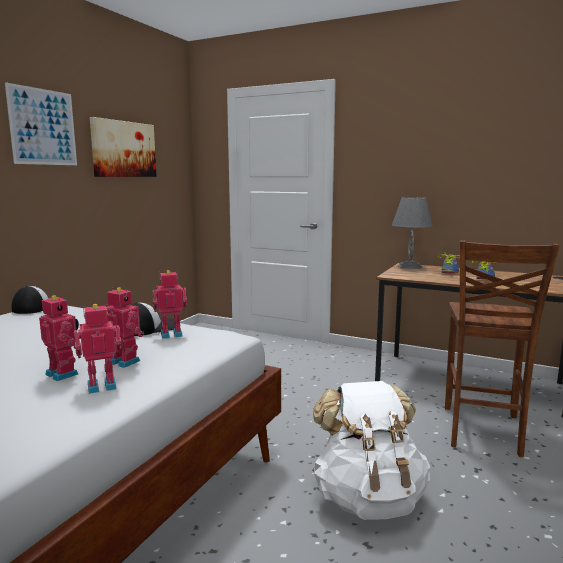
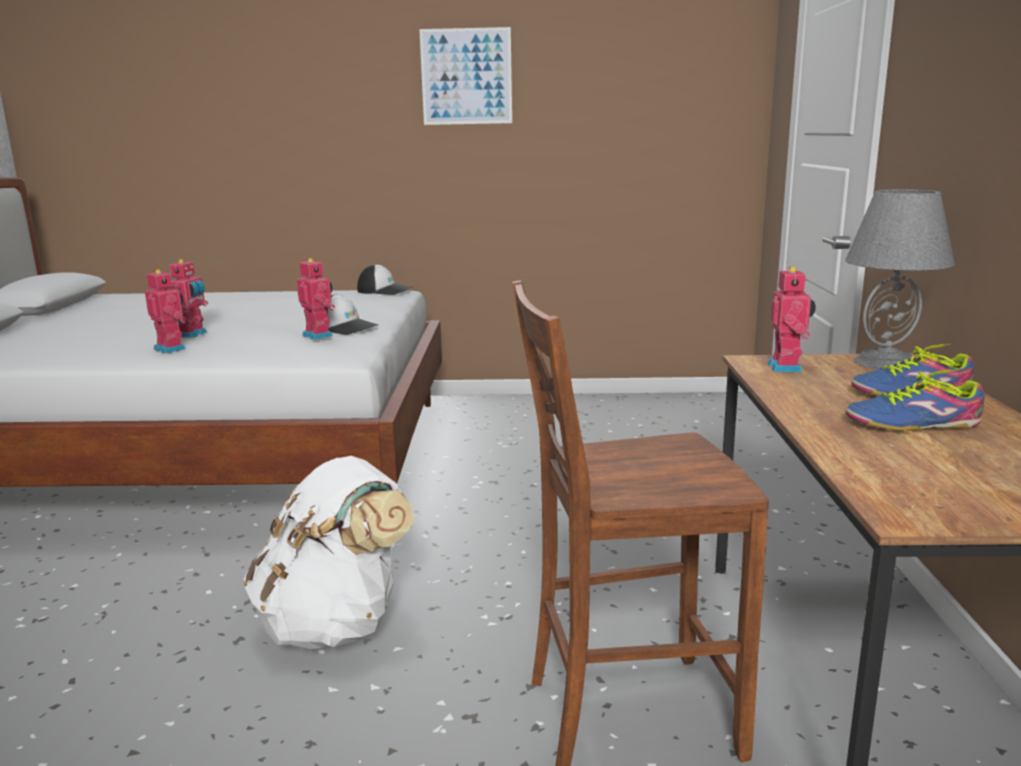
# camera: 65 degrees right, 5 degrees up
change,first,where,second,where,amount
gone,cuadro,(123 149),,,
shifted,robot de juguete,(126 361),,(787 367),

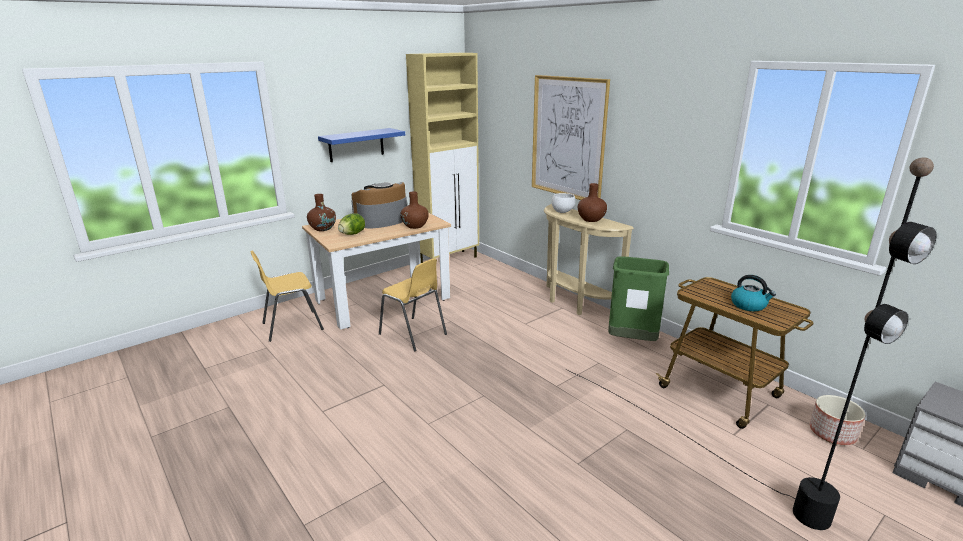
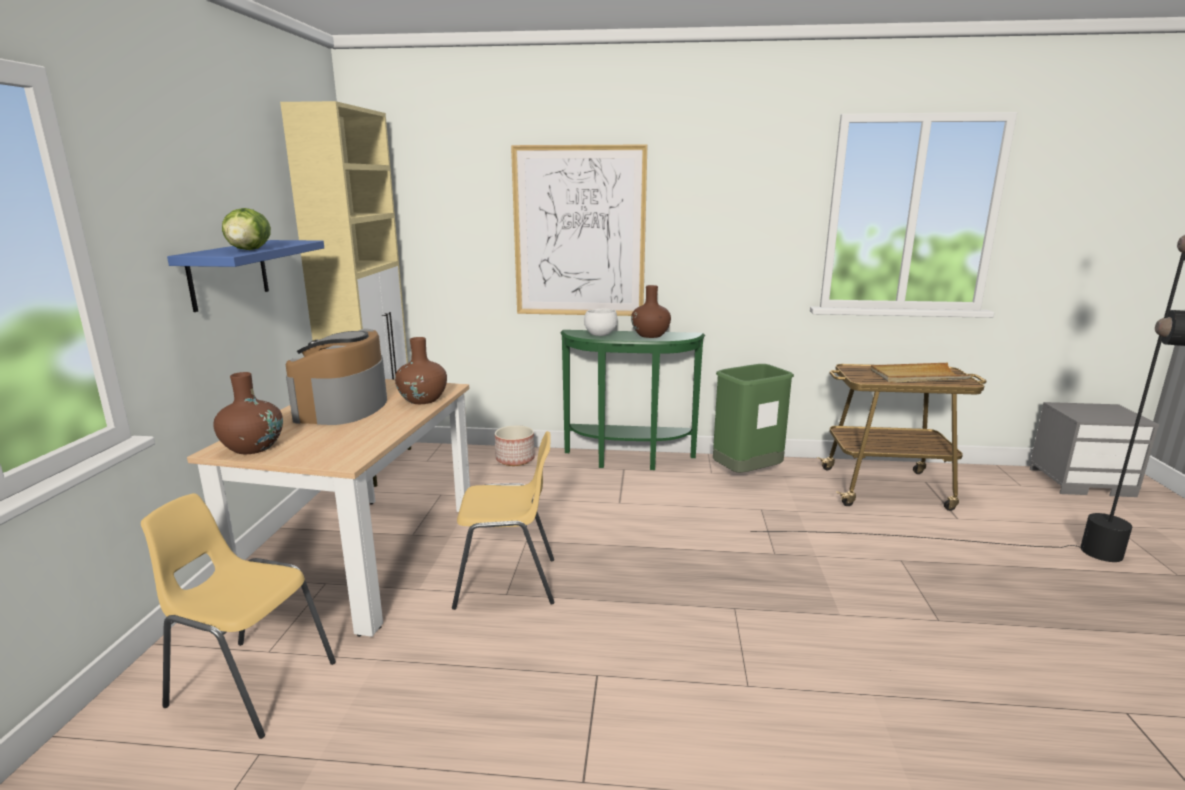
# camera: 45 degrees left, 5 degrees down
change,first,where,second,where,amount
rotated,silla (amarillo),(291 326),,(251 684),90 degrees clockwise
shifted,lechuga,(352 234),,(249 250),
repainted,mesa consola (beis),(574 304),mesa consola (verde),(629 460),
swapped,hervidor,(749 305),bandeja (beis),(918 376),
shifted,maceta,(831 433),,(515 460),

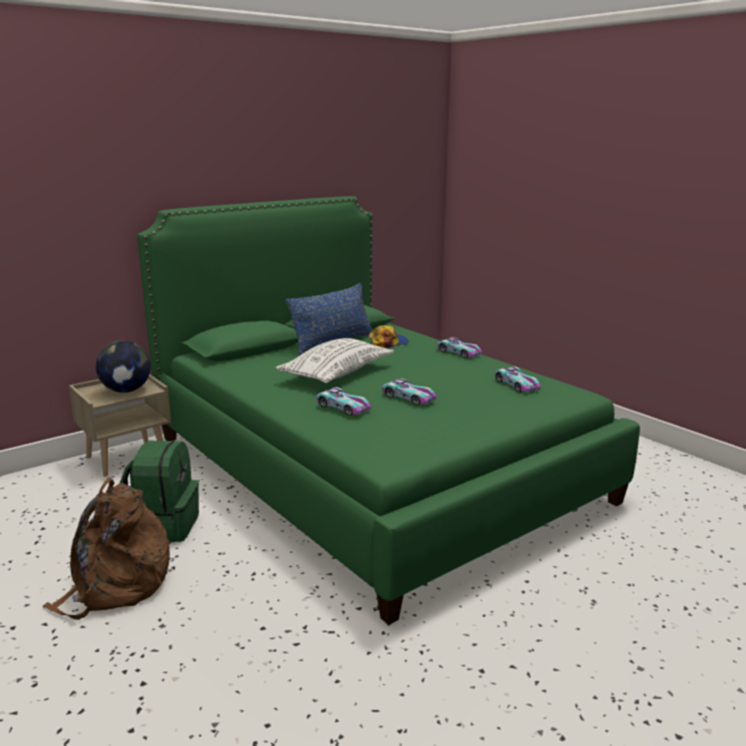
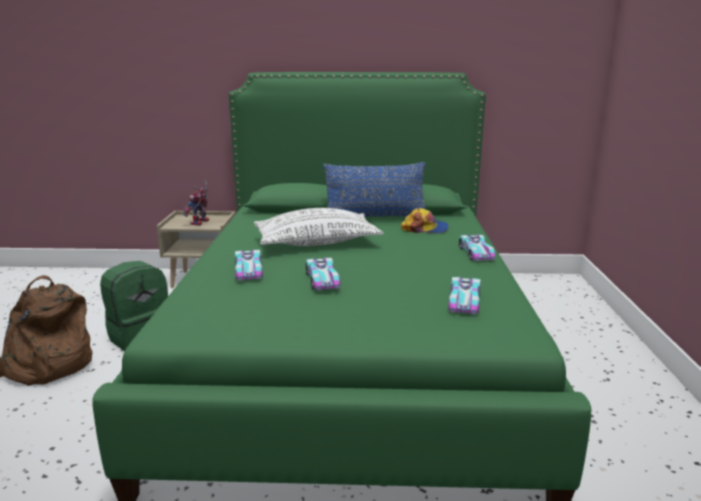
# camera: 40 degrees right, 0 degrees up
change,first,where,second,where,amount
swapped,globo terráqueo,(126 390),robot de juguete,(200 223),

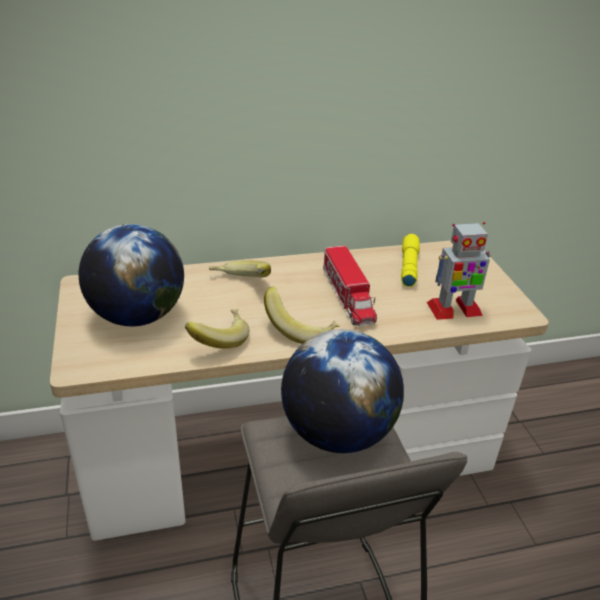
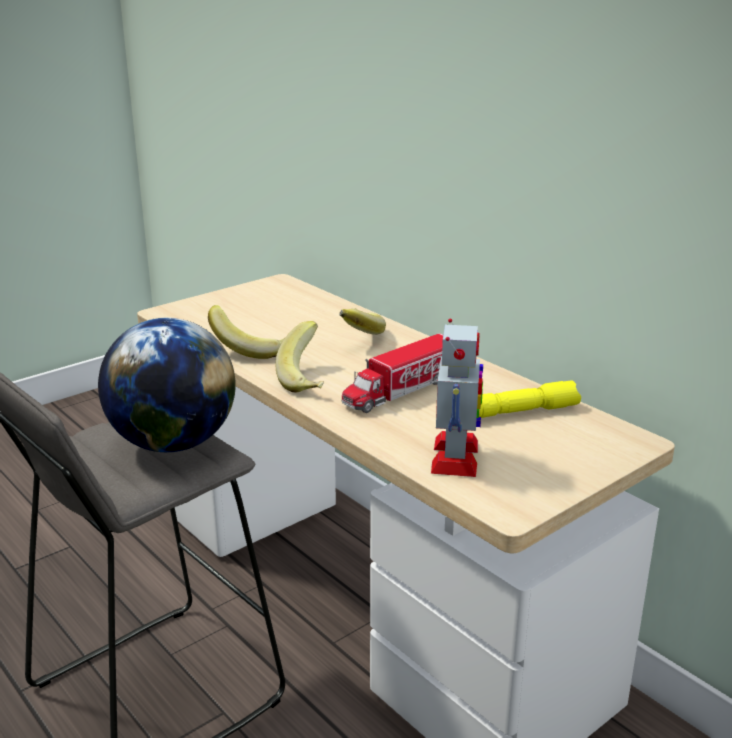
# camera: 65 degrees right, 10 degrees down
change,first,where,second,where,amount
gone,globo terráqueo,(137 316),,,
rotated,robot de juguete,(453 309),,(455 457),135 degrees counterclockwise

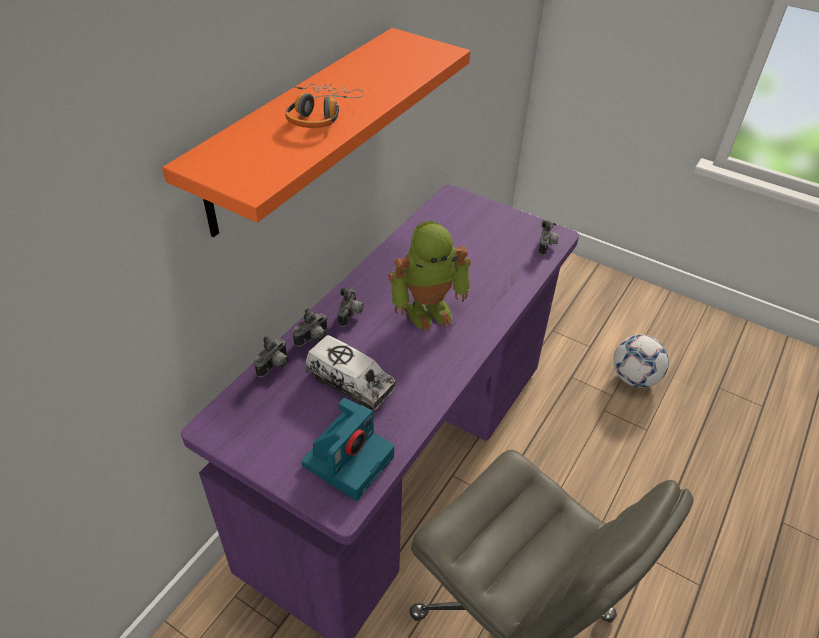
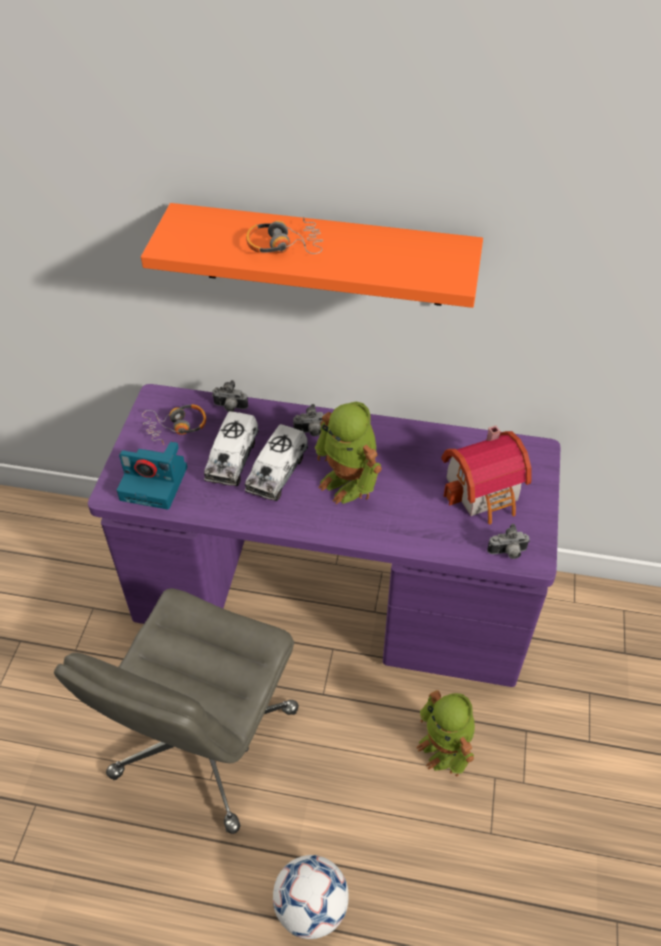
# camera: 70 degrees right, 5 degrees up
change,first,where,second,where,amount
gone,cámara,(313 339),,,
shifted,balón de fútbol,(634 378),,(311 906),
new,,,auriculares,(176 427),
new,,,camión de juguete,(277 472),
new,,,robot de juguete,(444 748),
new,,,casita,(485 492),

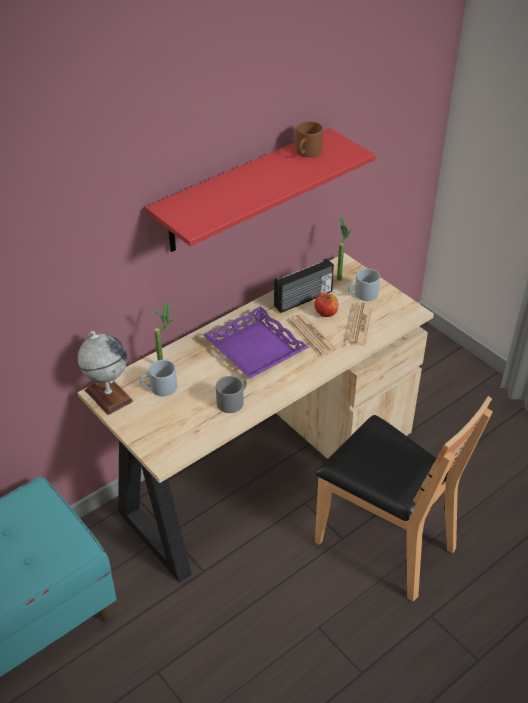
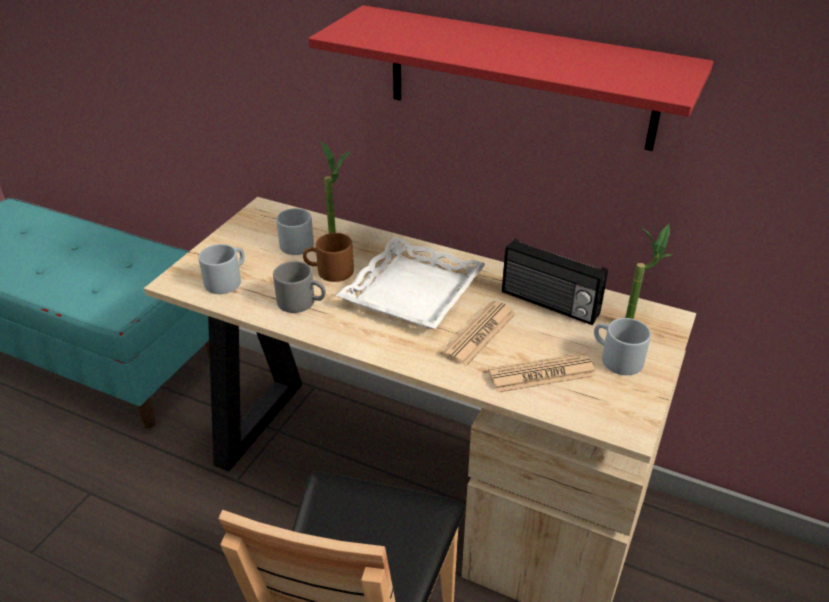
# camera: 65 degrees right, 5 degrees down
change,first,where,second,where,amount
gone,globo terráqueo,(108 395),,,
repainted,bandeja (morado),(256 348),bandeja (blanco),(413 292),
shifted,taza grande (marrón),(307 153),,(329 272),
gone,manzana,(326 313),,,
new,,,taza grande (gris),(227 279),

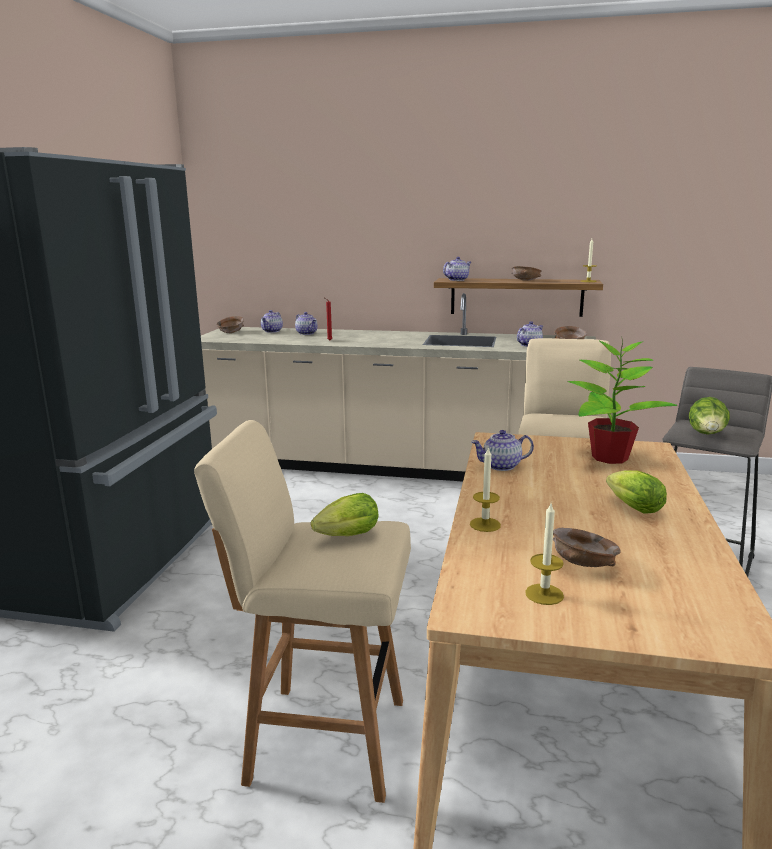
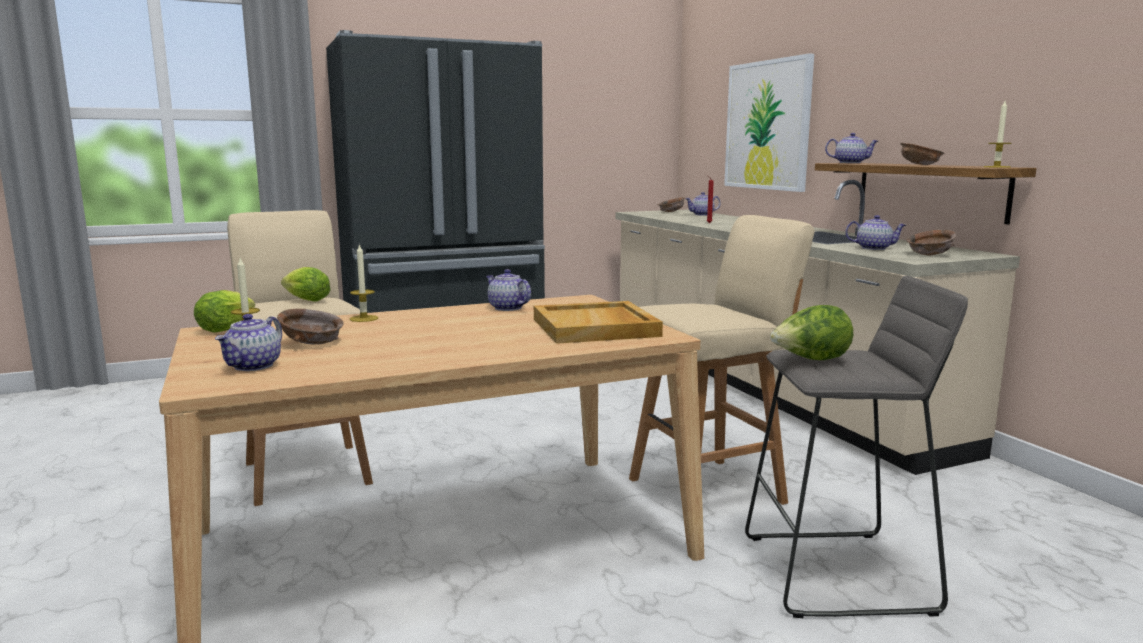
# camera: 55 degrees right, 5 degrees down
change,first,where,second,where,amount
shifted,tetera,(307 333),,(253 366),
swapped,planta en maceta,(608 457),bandeja (beis),(596 327),
shifted,lechuga,(631 507),,(229 329),
new,,,cuadro,(767 125),

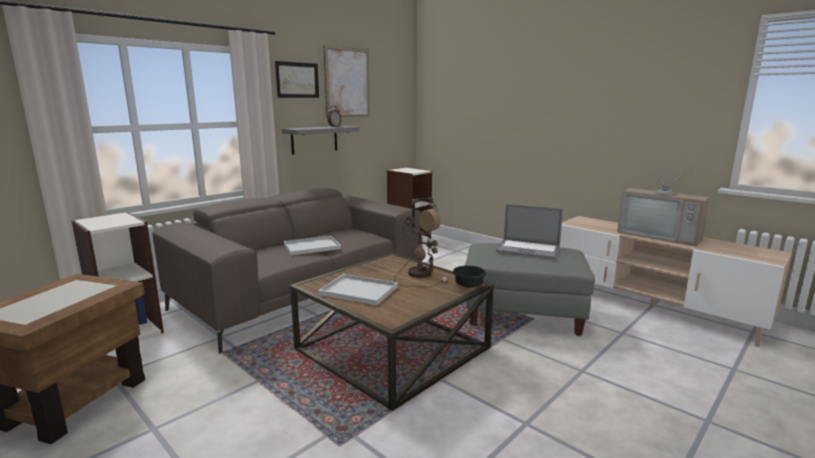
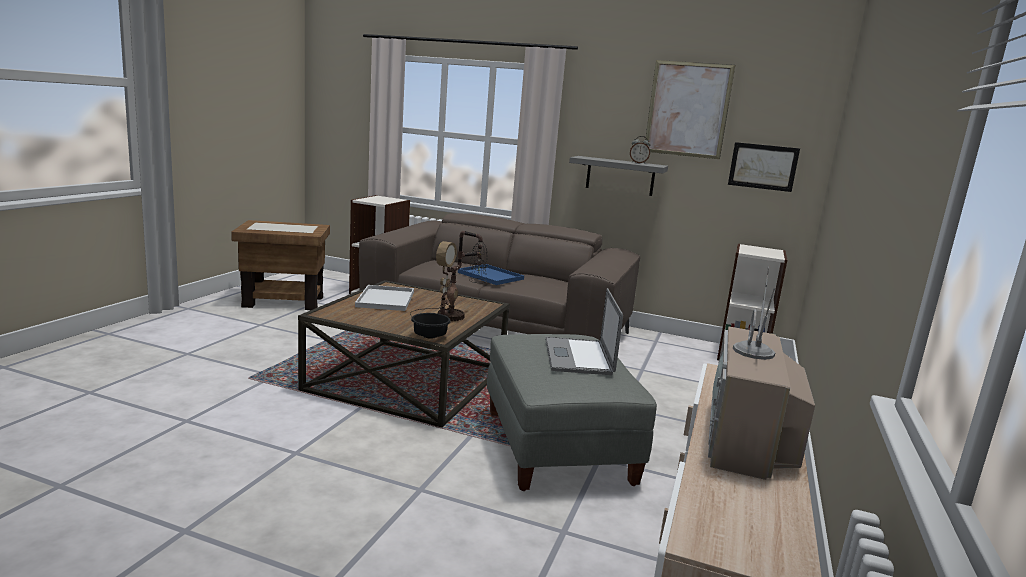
# camera: 65 degrees right, 0 degrees up
change,first,where,second,where,amount
shifted,cuadro,(297 80),,(763 166),
repainted,bandeja (blanco),(311 247),bandeja (azul),(489 275),

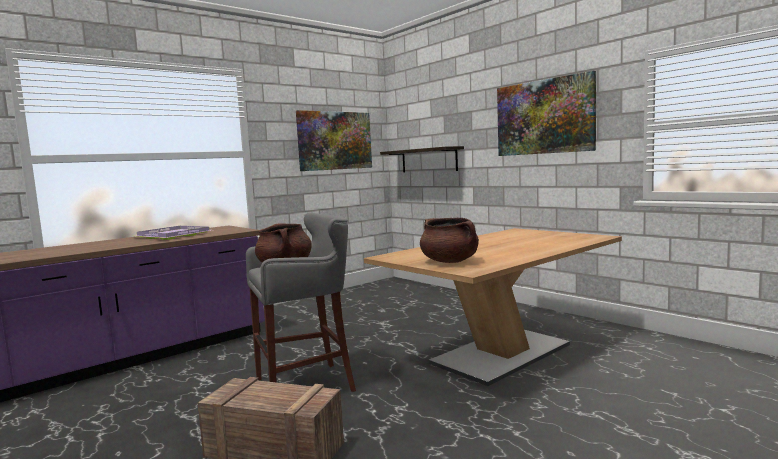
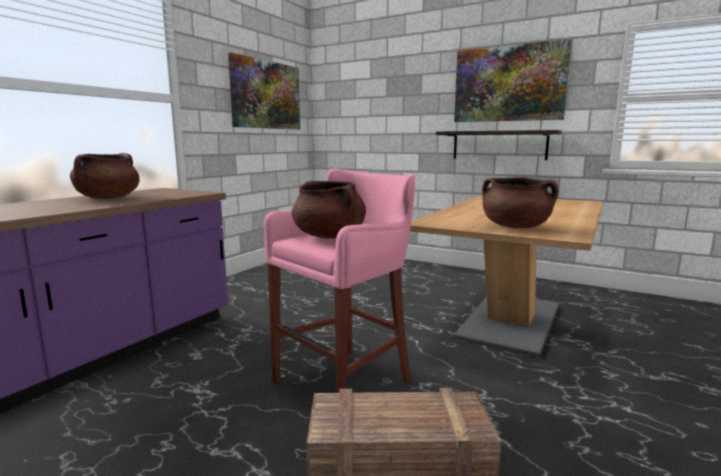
# camera: 20 degrees left, 5 degrees up
change,first,where,second,where,amount
swapped,bandeja (morado),(174 235),olla (marrón),(108 198),
repainted,taburete (gris),(307 385),taburete (rosa),(346 381),
shifted,estante,(428 160),,(499 145),

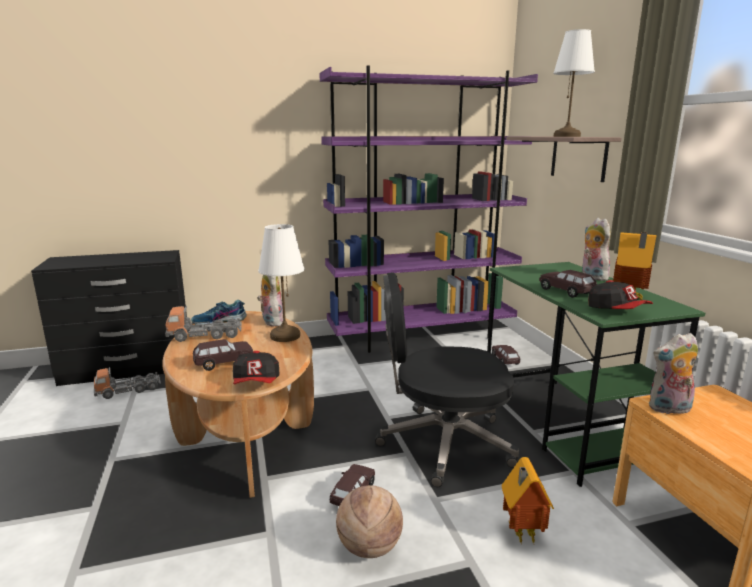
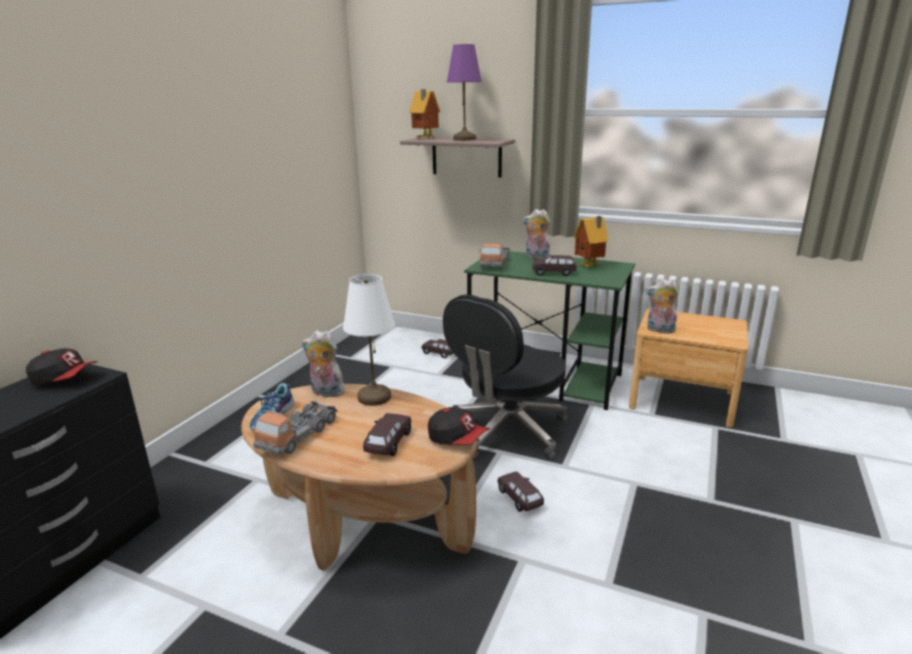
# camera: 50 degrees left, 5 degrees up
change,first,where,second,where,amount
shifted,camión de juguete,(128 390),,(495 263),
gone,estantería (morado),(422 335),,,
gone,balón de baloncesto,(369 547),,,
shifted,casita,(521 533),,(425 138),
repainted,lámpara de mesa (blanco),(567 136),lámpara de mesa (morado),(464 139),
shifted,gorra,(616 311),,(65 379),
rotated,peluche,(669 409),,(659 330),75 degrees clockwise

